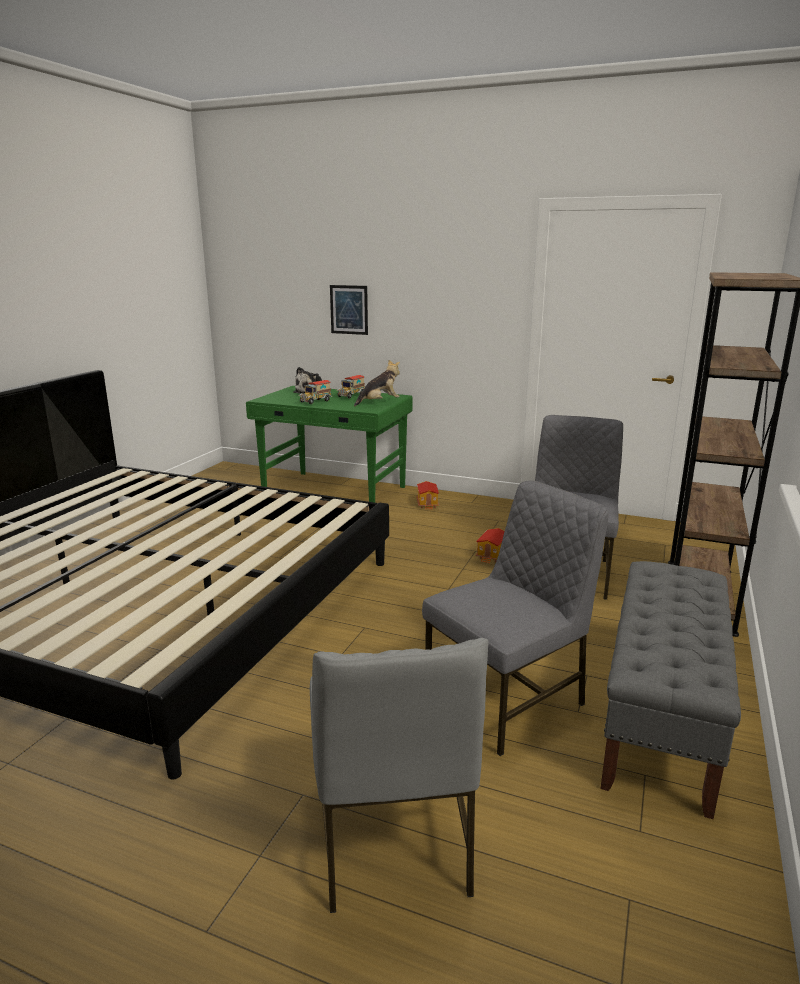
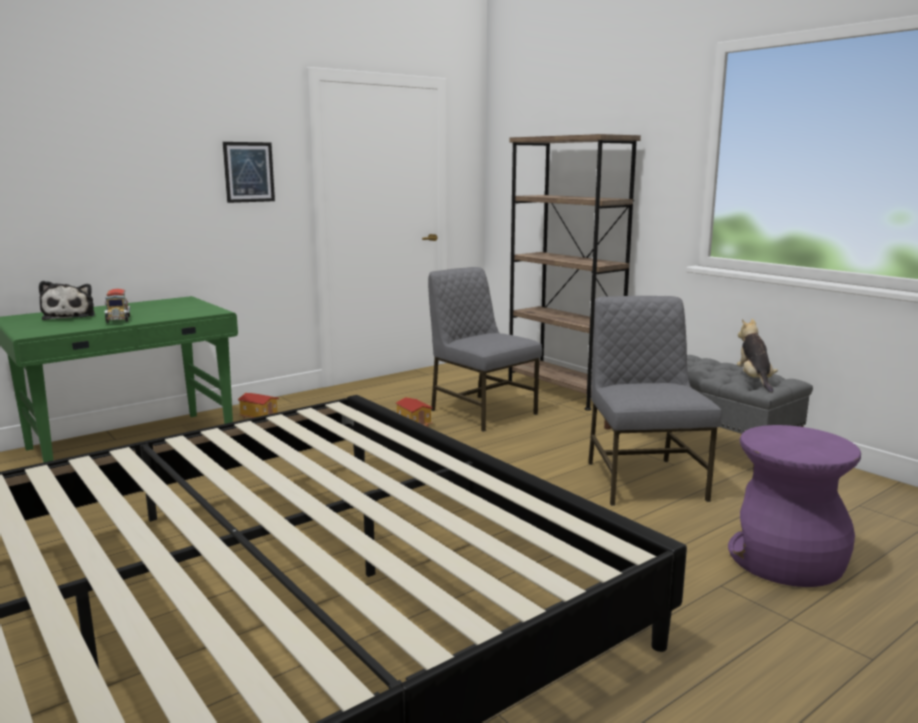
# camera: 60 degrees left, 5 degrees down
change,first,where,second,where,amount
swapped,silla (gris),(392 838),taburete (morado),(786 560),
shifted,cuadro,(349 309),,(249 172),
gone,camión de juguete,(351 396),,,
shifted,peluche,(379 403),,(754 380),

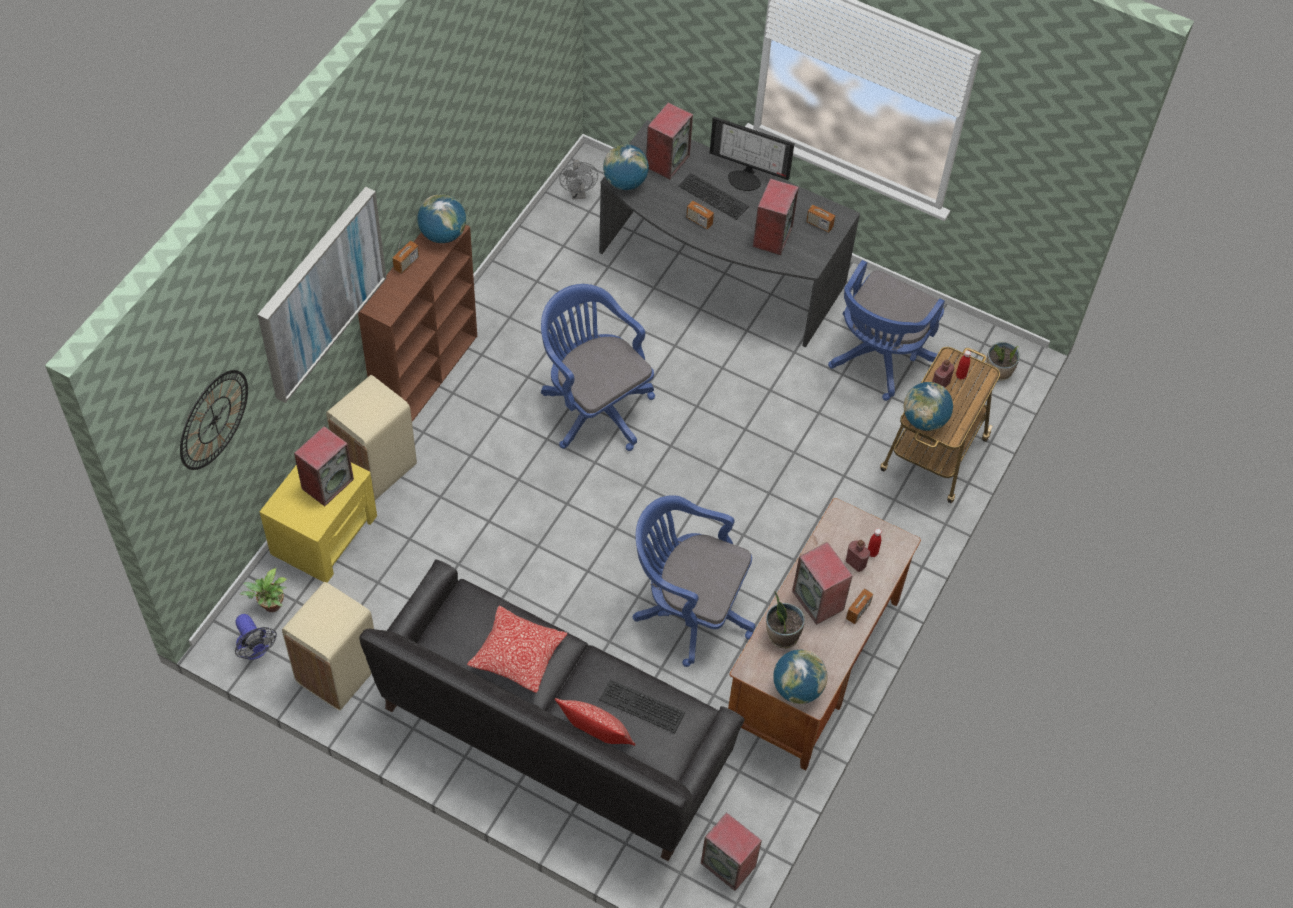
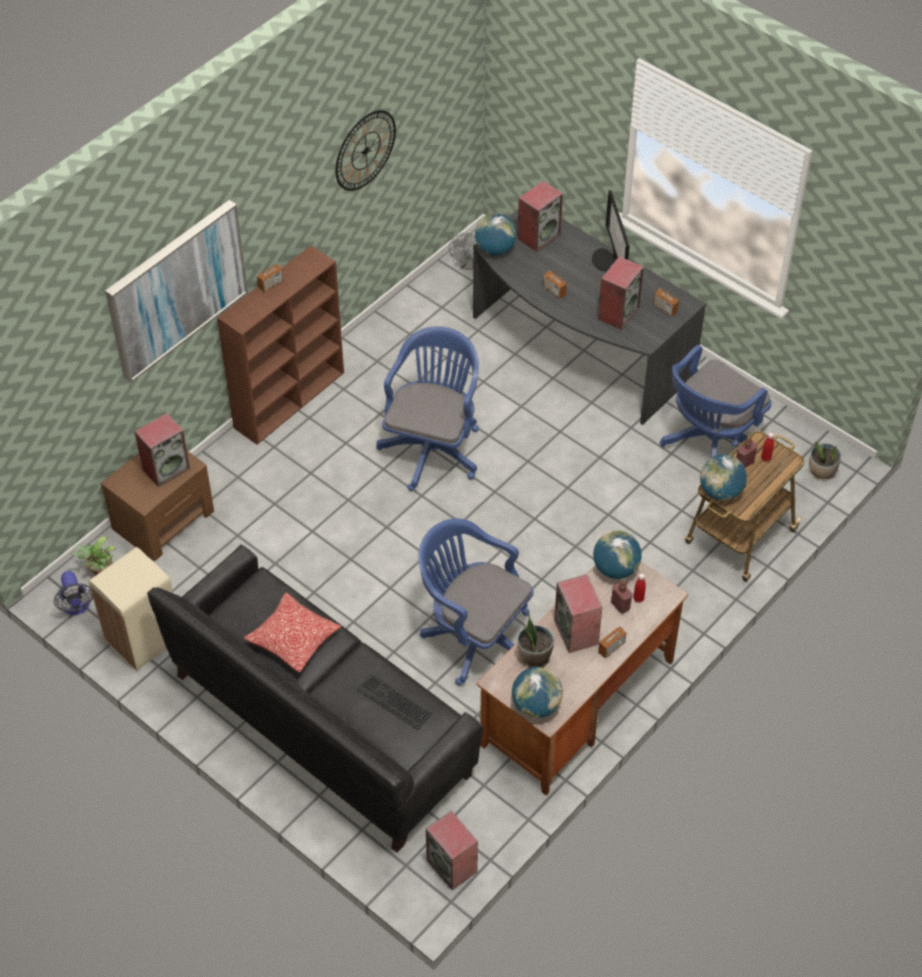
# camera: 15 degrees right, 5 degrees down
change,first,where,second,where,amount
shifted,reloj de pared,(214 419),,(365 150),
repainted,mesita de noche (amarillo),(324 534),mesita de noche (marrón),(164 519),
gone,papelera (beis),(376 468),,,
shifted,globo terráqueo,(443 234),,(615 569),
rotated,silla de oficina (azul),(593 406),,(433 447),45 degrees clockwise
gone,cojín,(595 736),,,
gone,teclado,(714 195),,,
rotated,monitor,(746 178),,(607 260),45 degrees clockwise

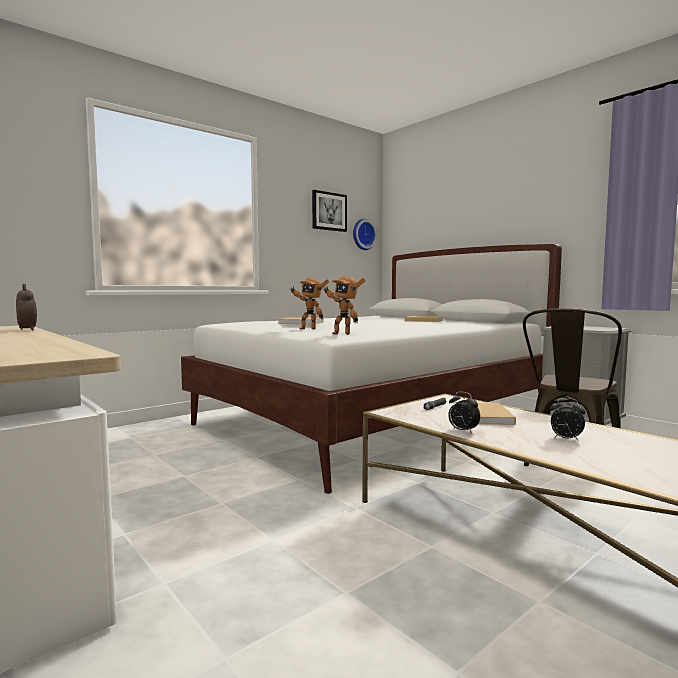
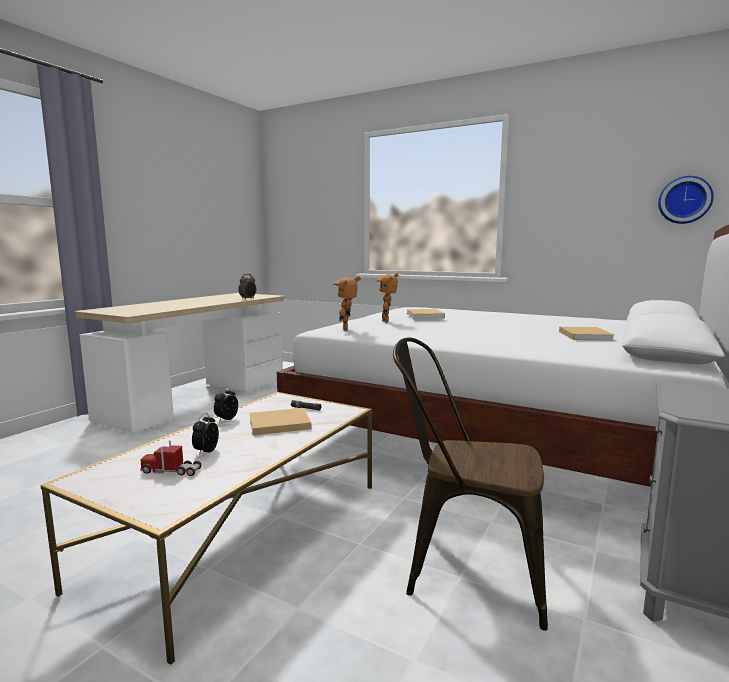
# camera: 70 degrees right, 5 degrees up
change,first,where,second,where,amount
gone,cuadro,(329 211),,,
new,,,camión de juguete,(171 471),

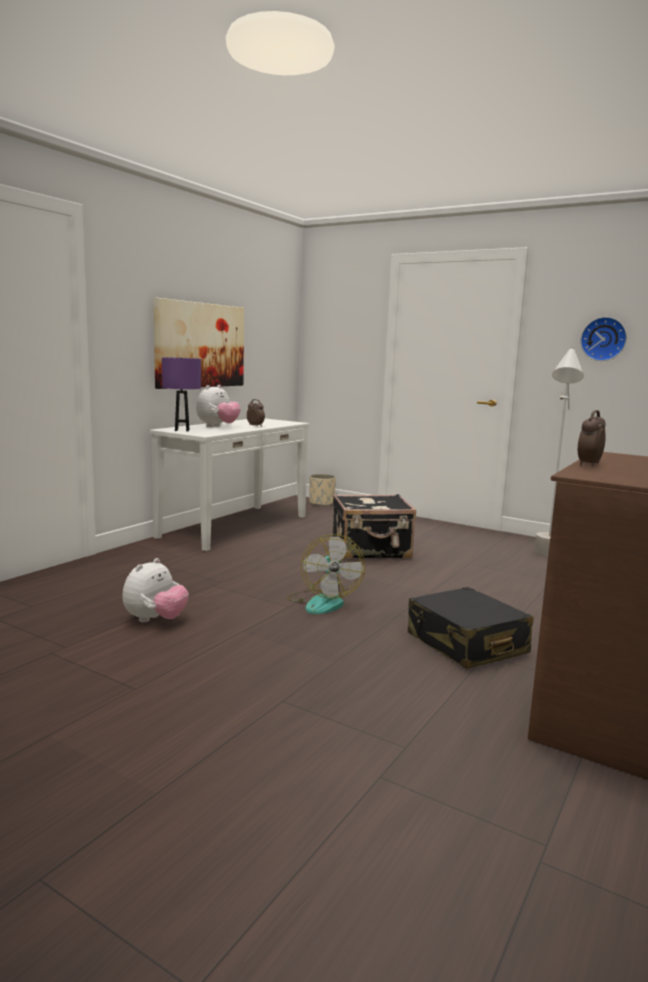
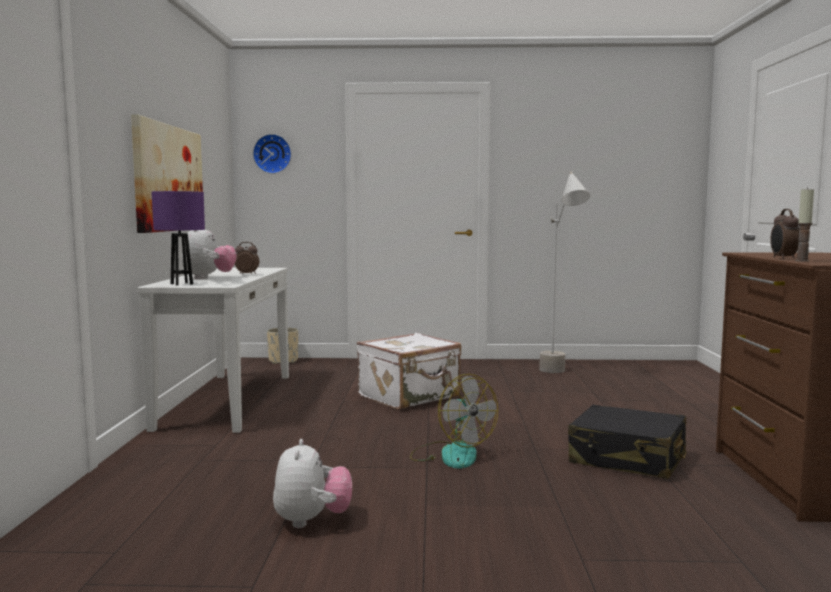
# camera: 30 degrees left, 5 degrees down
change,first,where,second,where,amount
repainted,maleta (negro),(371 550),maleta (blanco),(410 397),
shifted,reloj de pared,(603 339),,(272 154),
new,,,vela,(802 261),

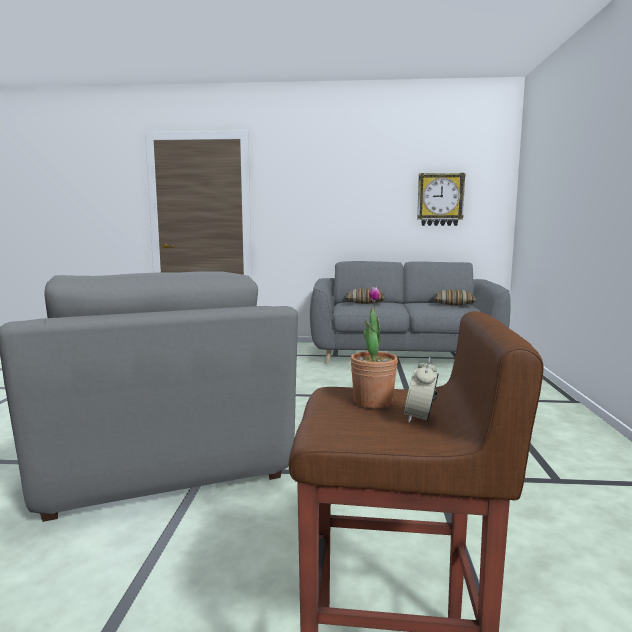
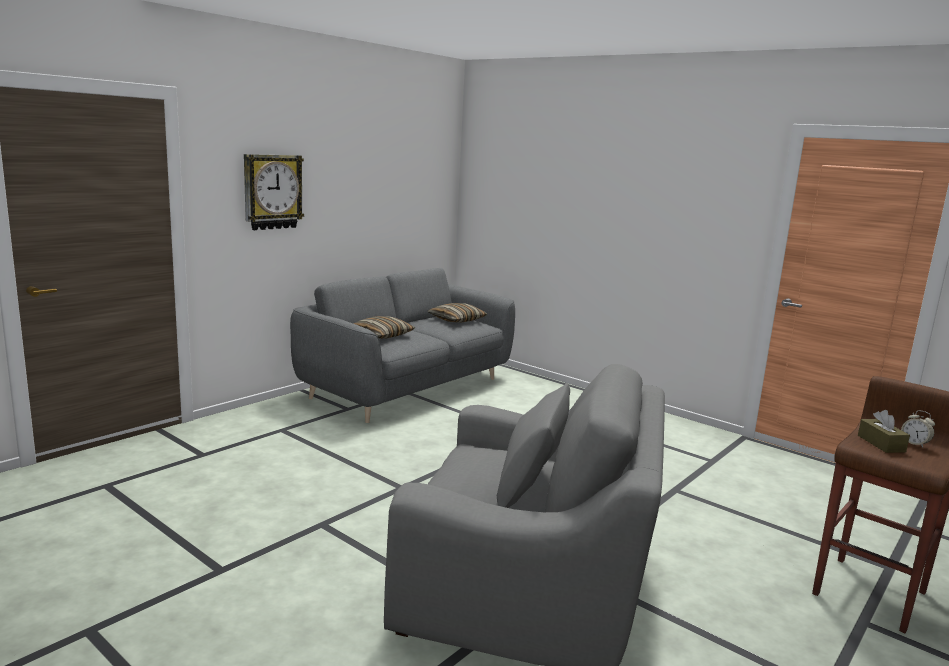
# camera: 55 degrees left, 5 degrees up
change,first,where,second,where,amount
swapped,planta en maceta,(373 402),caja de pañuelos (marrón),(881 443),
shifted,reloj de pared,(440 199),,(272 192),

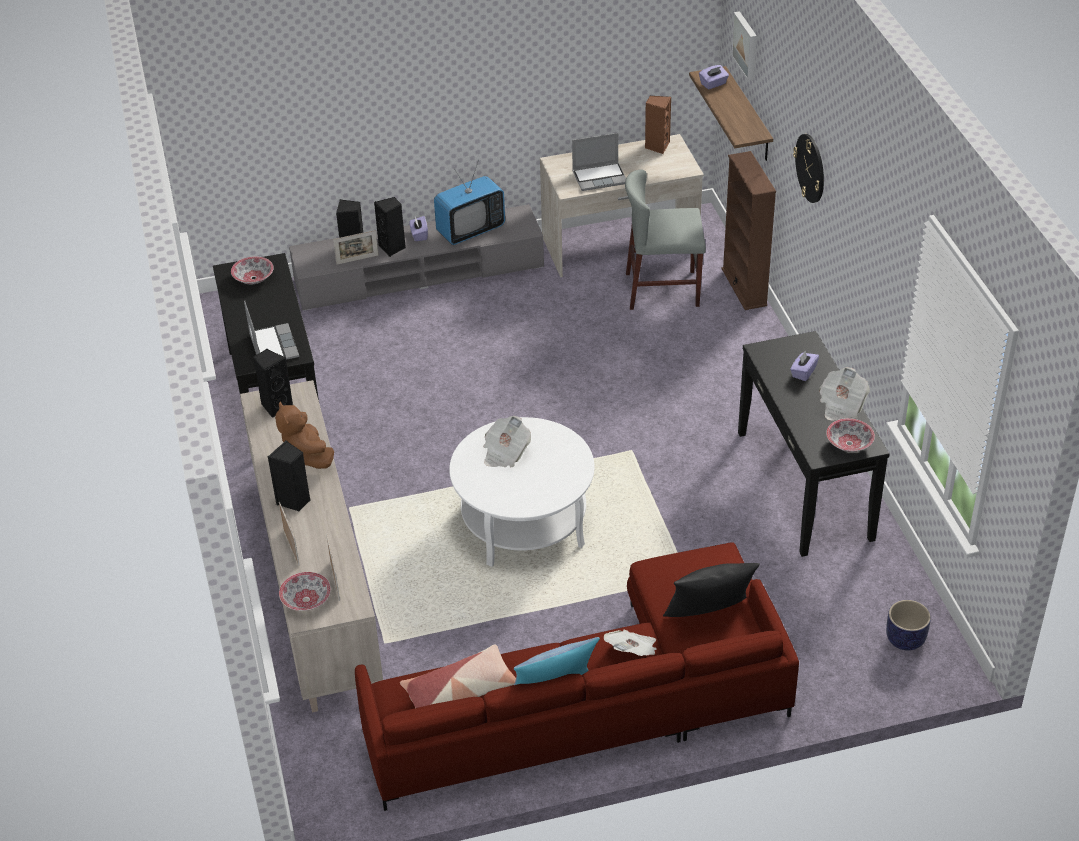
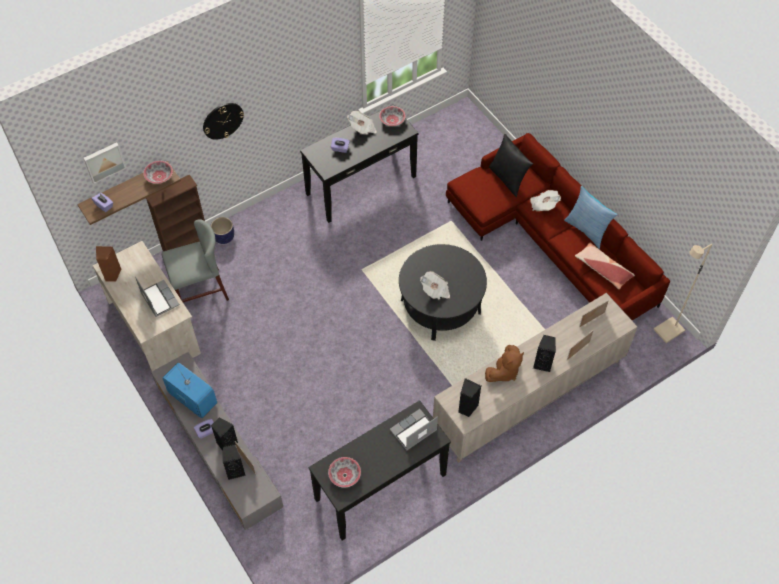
# camera: 110 degrees left, 15 degrees up
change,first,where,second,where,amount
shifted,cuenco,(306 600),,(159 177),
repainted,mesa de centro (blanco),(524 523),mesa de centro (negro),(440 306),
rotated,silla (gris),(662 290),,(200 291),90 degrees counterclockwise
shifted,maceta,(905 640),,(224 237),
new,,,lámpara de pie (beis),(669 331),

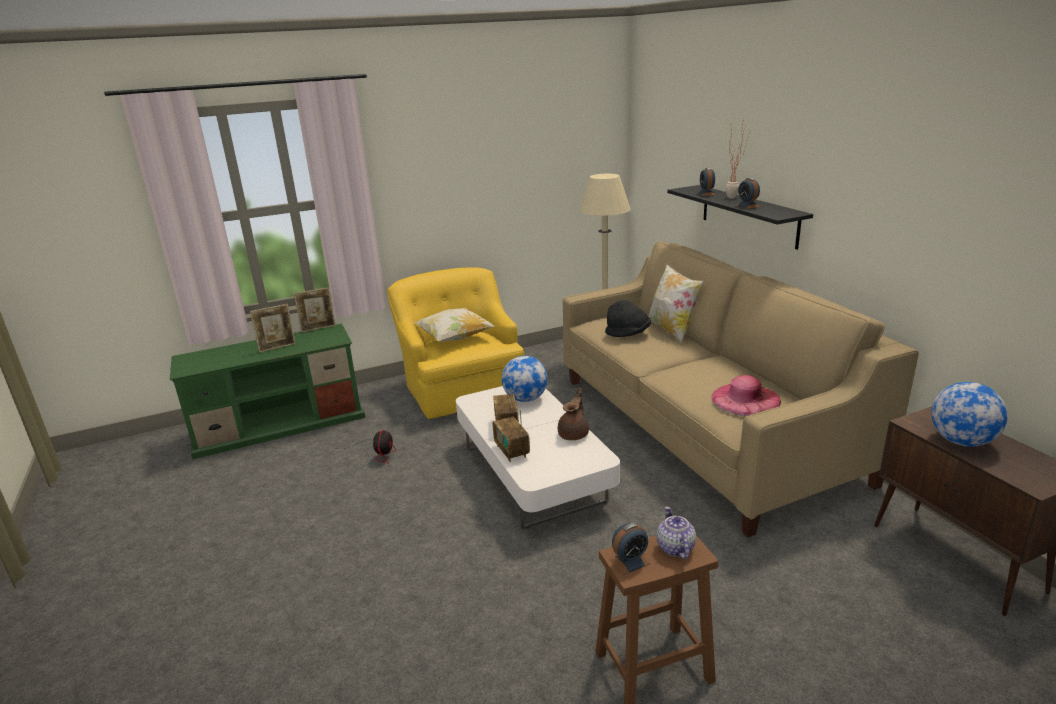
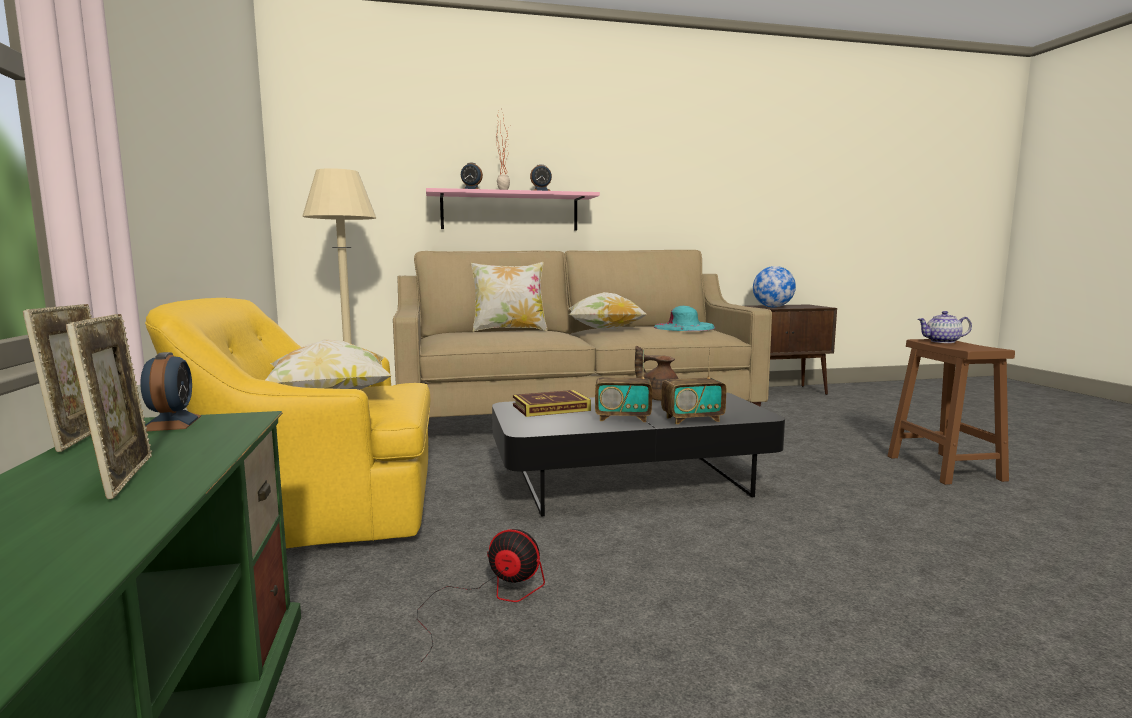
# camera: 80 degrees left, 15 degrees down
change,first,where,second,where,amount
repainted,mesa de centro (blanco),(533 474),mesa de centro (negro),(630 483),
swapped,globo terráqueo,(525 399),libro,(551 408),
gone,sombrero (negro),(628 334),,,
shifted,despertador,(629 562),,(171 423),
repainted,estante (negro),(748 215),estante (rosa),(510 212),
repainted,sombrero (rosa),(745 399),sombrero (turquesa),(683 327),
new,,,cojín,(605 330),

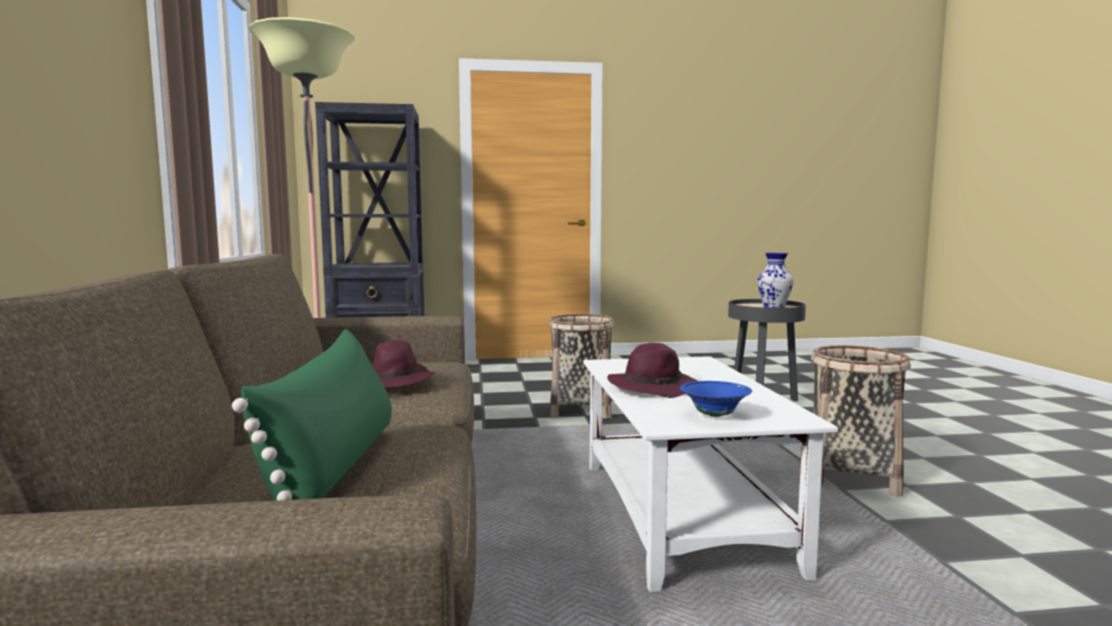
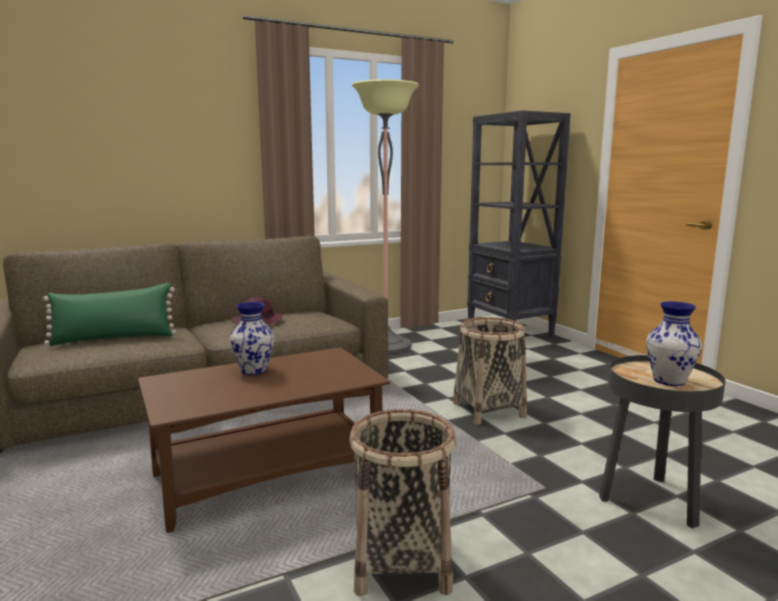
# camera: 70 degrees right, 5 degrees up
change,first,where,second,where,amount
repainted,mesa de centro (blanco),(680 514),mesa de centro (marrón),(269 475),
swapped,sombrero (morado),(653 387),florero,(254 371),
gone,cuenco (azul),(714 415),,,

